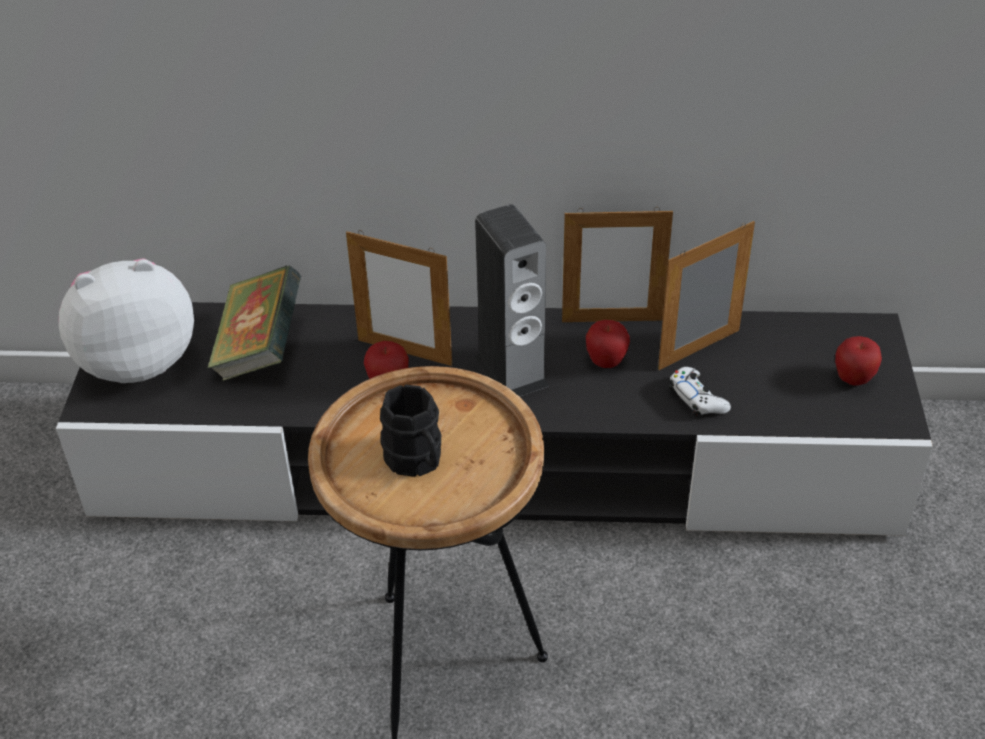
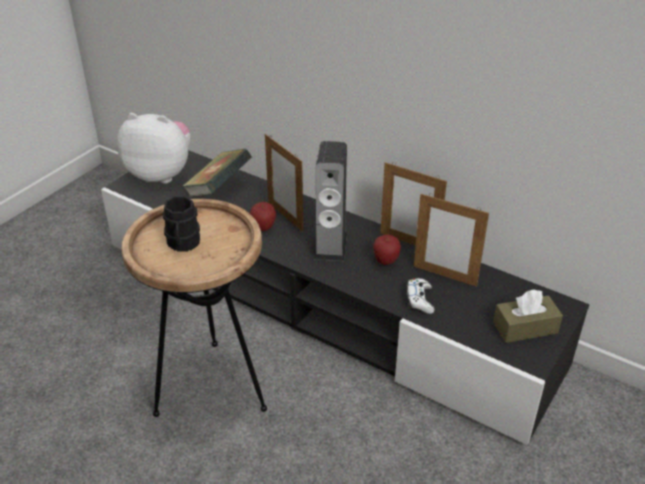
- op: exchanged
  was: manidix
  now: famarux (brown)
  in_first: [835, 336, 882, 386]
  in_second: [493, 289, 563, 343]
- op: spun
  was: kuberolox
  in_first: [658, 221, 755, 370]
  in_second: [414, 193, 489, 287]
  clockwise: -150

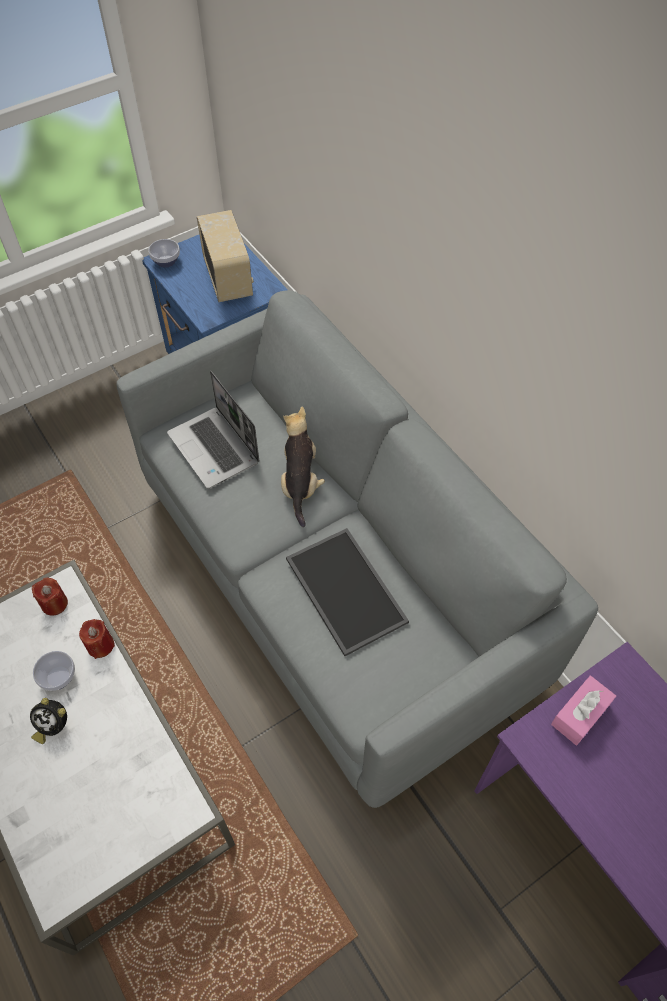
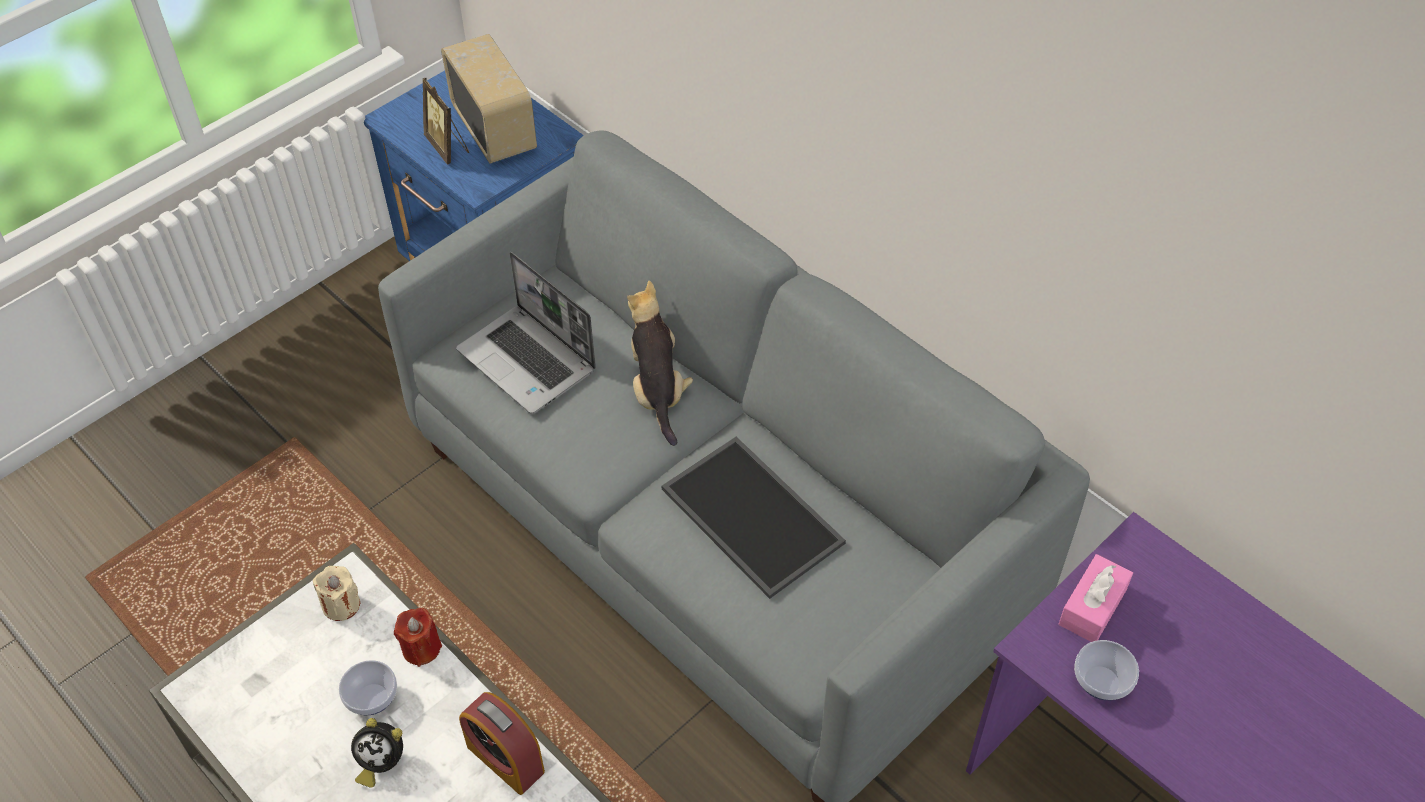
- op: appeared
  now: kuberolox
  in_second: [423, 78, 469, 165]
- op: appeared
  now: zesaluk
  in_second: [459, 692, 545, 795]
- op: relocated
  was: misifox
  in_first: [148, 239, 180, 267]
  in_second: [1074, 640, 1139, 700]
- op: colour
  was: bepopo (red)
  now: bepopo (beige)
  in_first: [32, 578, 68, 616]
  in_second: [313, 566, 360, 621]

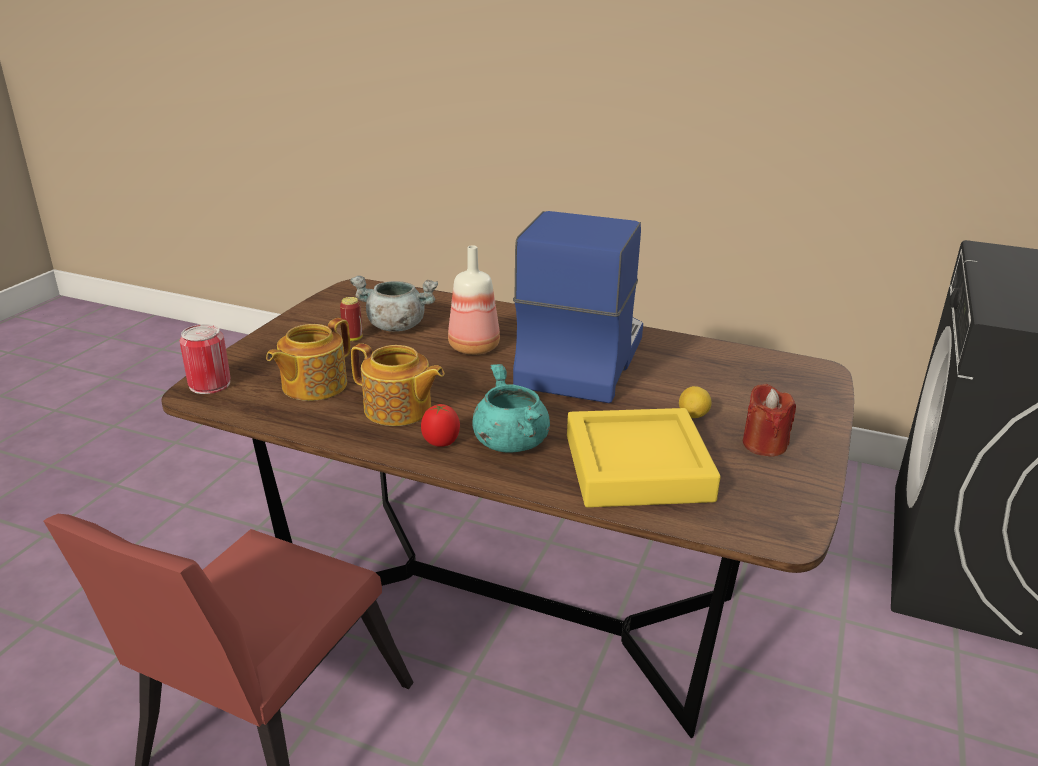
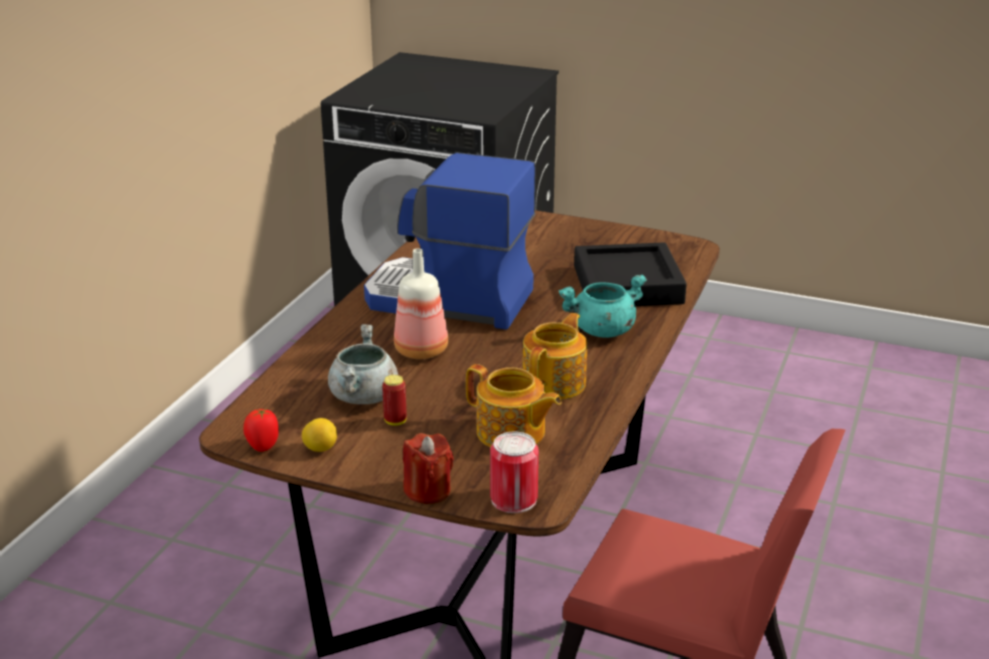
- op: relocated
  was: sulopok
  in_first: [421, 404, 460, 447]
  in_second: [244, 409, 279, 452]
- op: relocated
  was: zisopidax
  in_first: [679, 386, 712, 418]
  in_second: [302, 418, 337, 452]
- op: relocated
  was: bepopo (red)
  in_first: [743, 384, 796, 457]
  in_second: [403, 433, 454, 504]
- op: colour
  was: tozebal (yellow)
  now: tozebal (black)
  in_first: [567, 408, 721, 508]
  in_second: [574, 242, 687, 306]

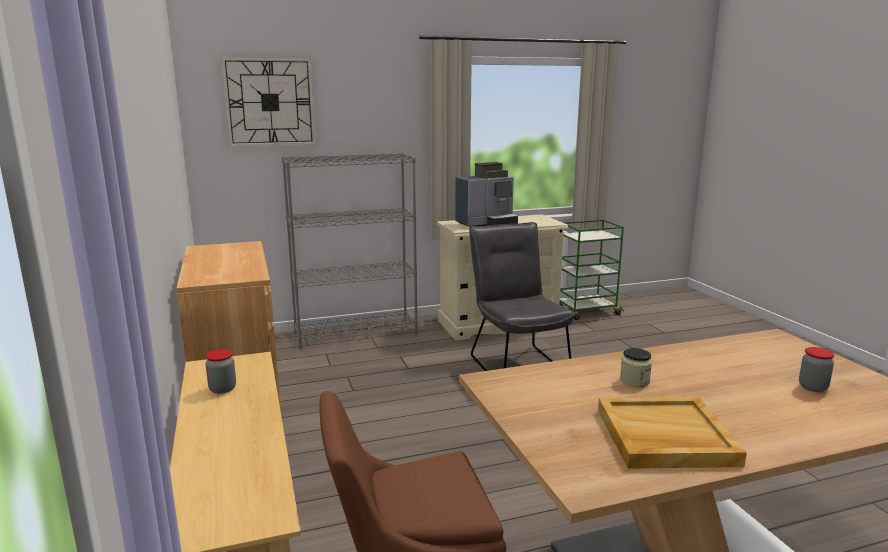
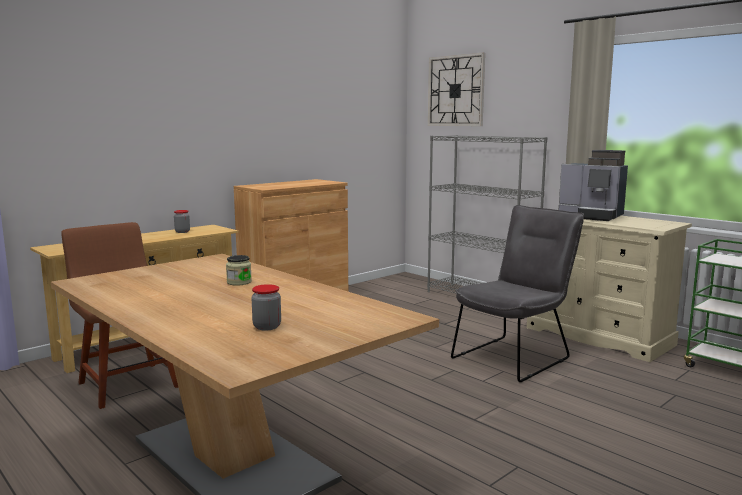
- op: missing
  was: tozebal (beige)
  in_first: [598, 397, 747, 469]

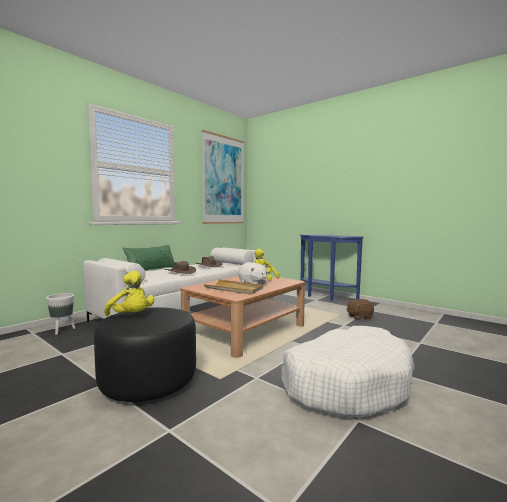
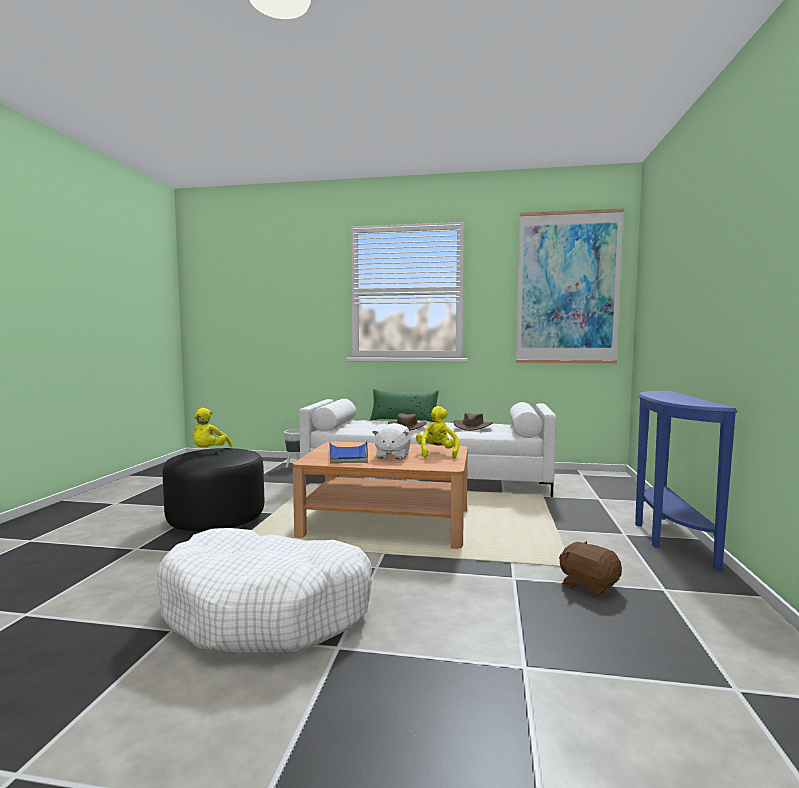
- op: colour
  was: tozebal (beige)
  now: tozebal (blue)
  in_first: [204, 279, 263, 295]
  in_second: [329, 441, 368, 464]

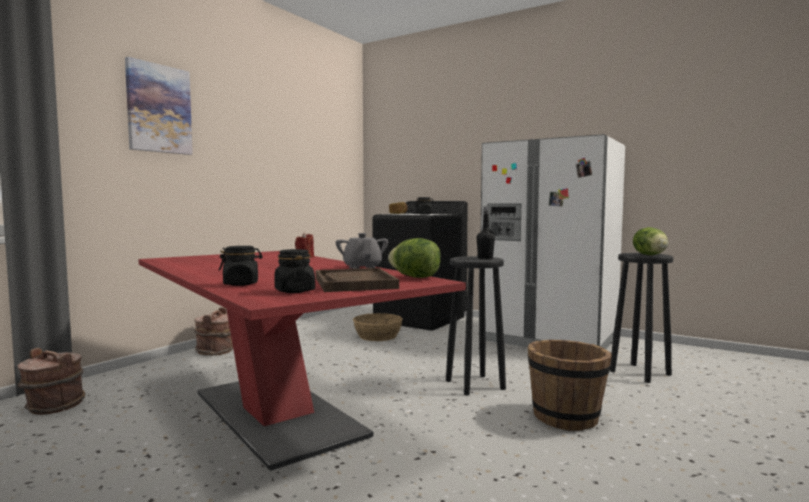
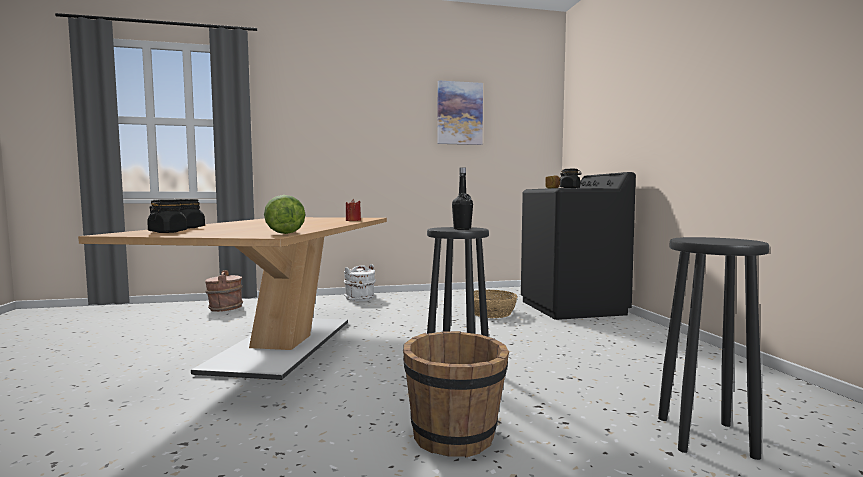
- op: missing
  was: tozebal (brown)
  in_first: [316, 268, 399, 292]
- op: missing
  was: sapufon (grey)
  in_first: [336, 233, 388, 269]
- op: missing
  was: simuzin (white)
  in_first: [481, 134, 625, 349]
- op: missing
  was: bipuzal
  in_first: [633, 227, 668, 255]
- op: relocated
  was: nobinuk
  in_first: [125, 57, 193, 155]
  in_second: [438, 80, 483, 145]
- op: colour
  was: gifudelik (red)
  now: gifudelik (beige)
  in_first: [138, 251, 466, 471]
  in_second: [78, 217, 387, 380]
- op: colour
  was: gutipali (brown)
  now: gutipali (white)
  in_first: [194, 307, 233, 356]
  in_second: [344, 264, 376, 301]

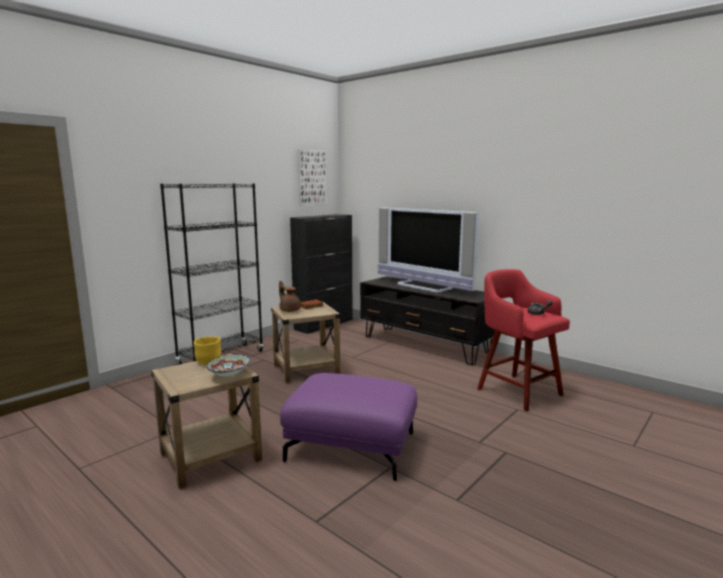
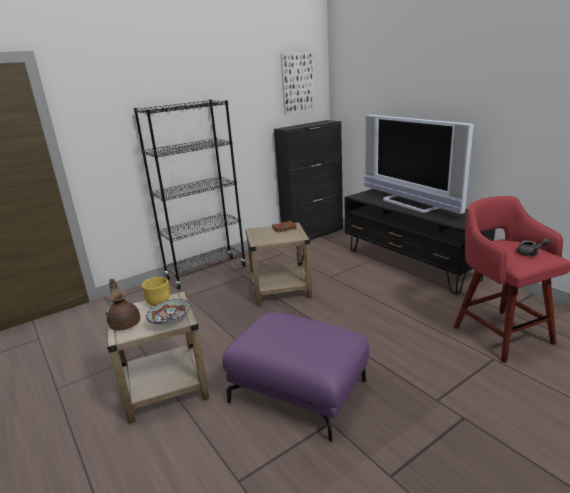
- op: relocated
  was: sapufon (brown)
  in_first: [279, 281, 301, 312]
  in_second: [107, 279, 140, 331]

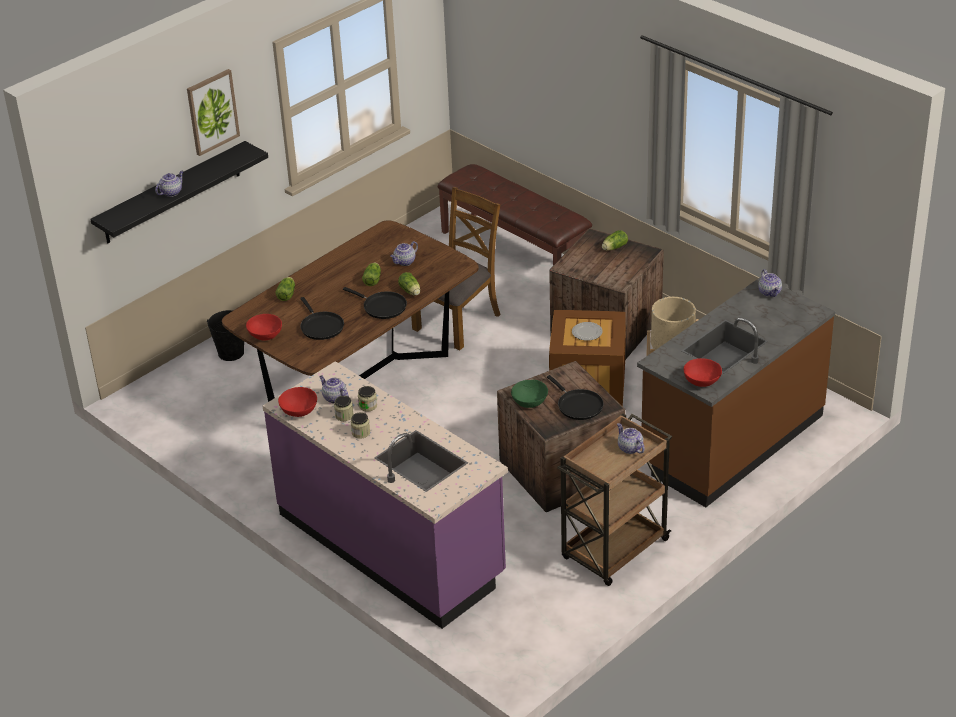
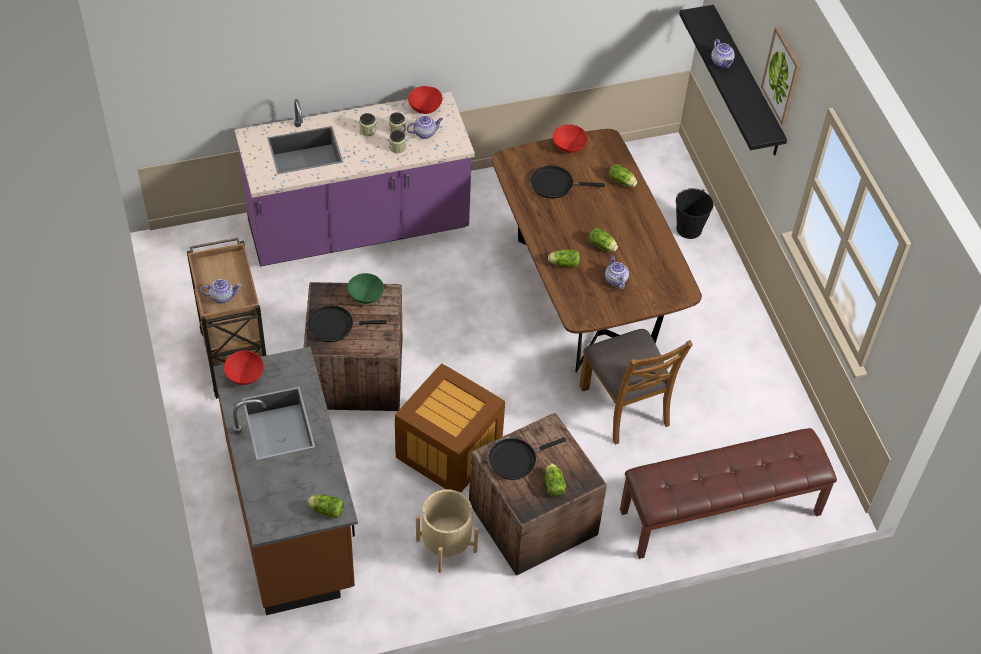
- op: missing
  was: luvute
  in_first: [572, 322, 603, 341]
- op: relocated
  was: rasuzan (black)
  in_first: [343, 287, 407, 319]
  in_second: [489, 437, 566, 480]
- op: exchanged
  was: sapufon
  now: bipuzal
  in_first: [758, 269, 782, 297]
  in_second: [307, 495, 344, 518]

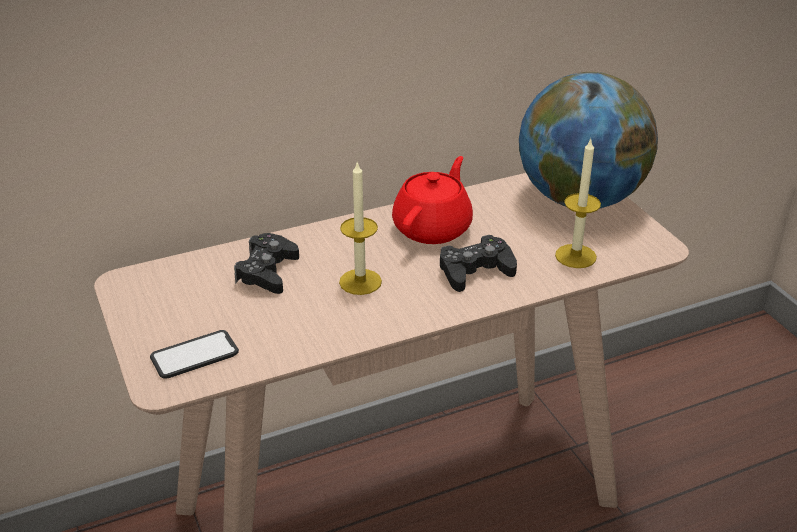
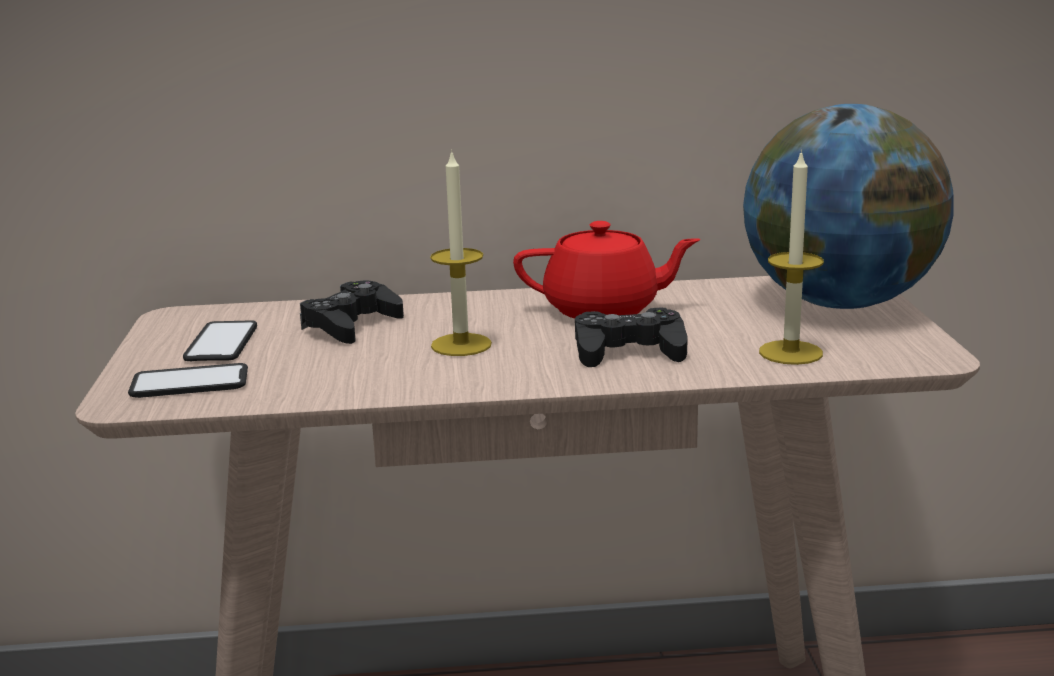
- op: appeared
  now: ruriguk
  in_second: [183, 320, 257, 361]
- op: spun
  was: sapufon (red)
  in_first: [392, 156, 473, 244]
  in_second: [513, 221, 701, 318]
  clockwise: 45

